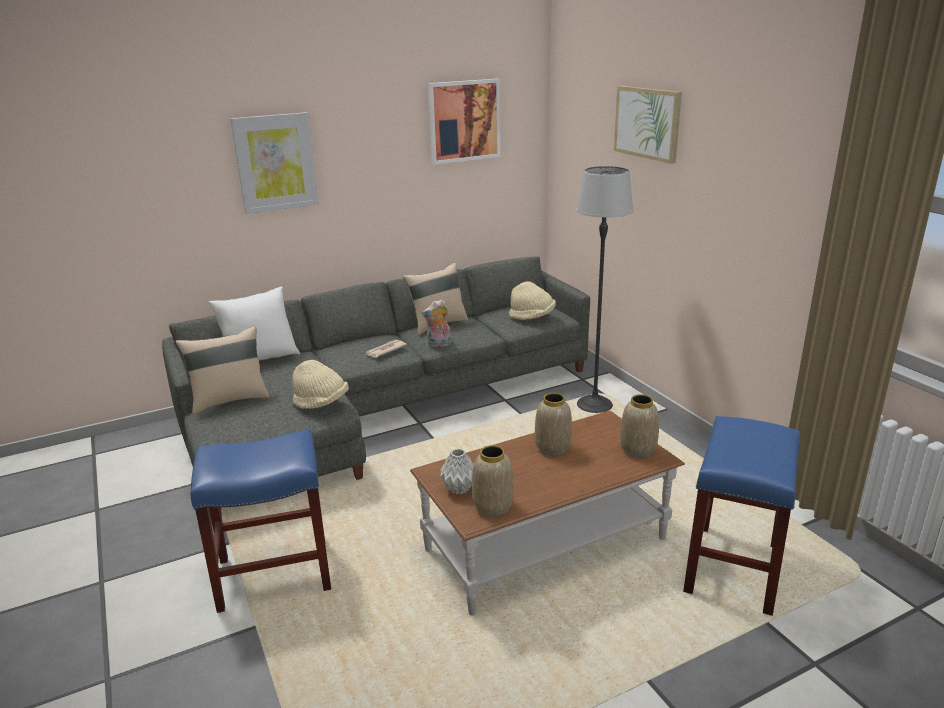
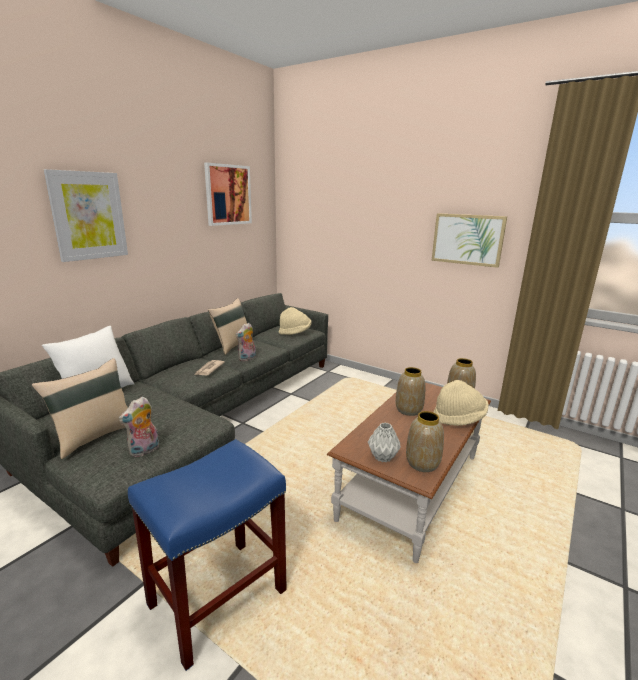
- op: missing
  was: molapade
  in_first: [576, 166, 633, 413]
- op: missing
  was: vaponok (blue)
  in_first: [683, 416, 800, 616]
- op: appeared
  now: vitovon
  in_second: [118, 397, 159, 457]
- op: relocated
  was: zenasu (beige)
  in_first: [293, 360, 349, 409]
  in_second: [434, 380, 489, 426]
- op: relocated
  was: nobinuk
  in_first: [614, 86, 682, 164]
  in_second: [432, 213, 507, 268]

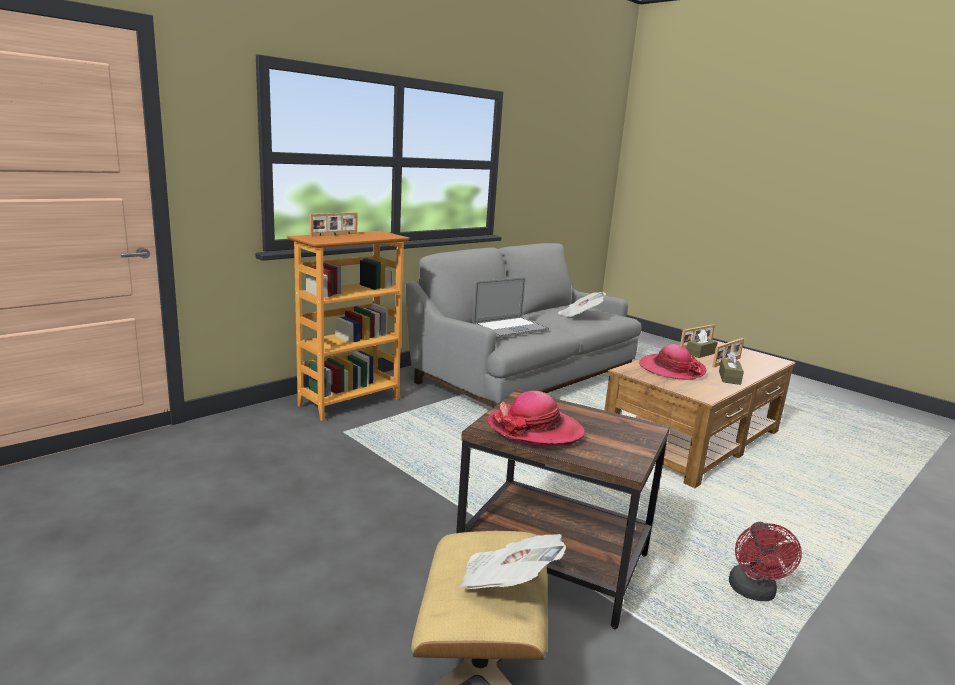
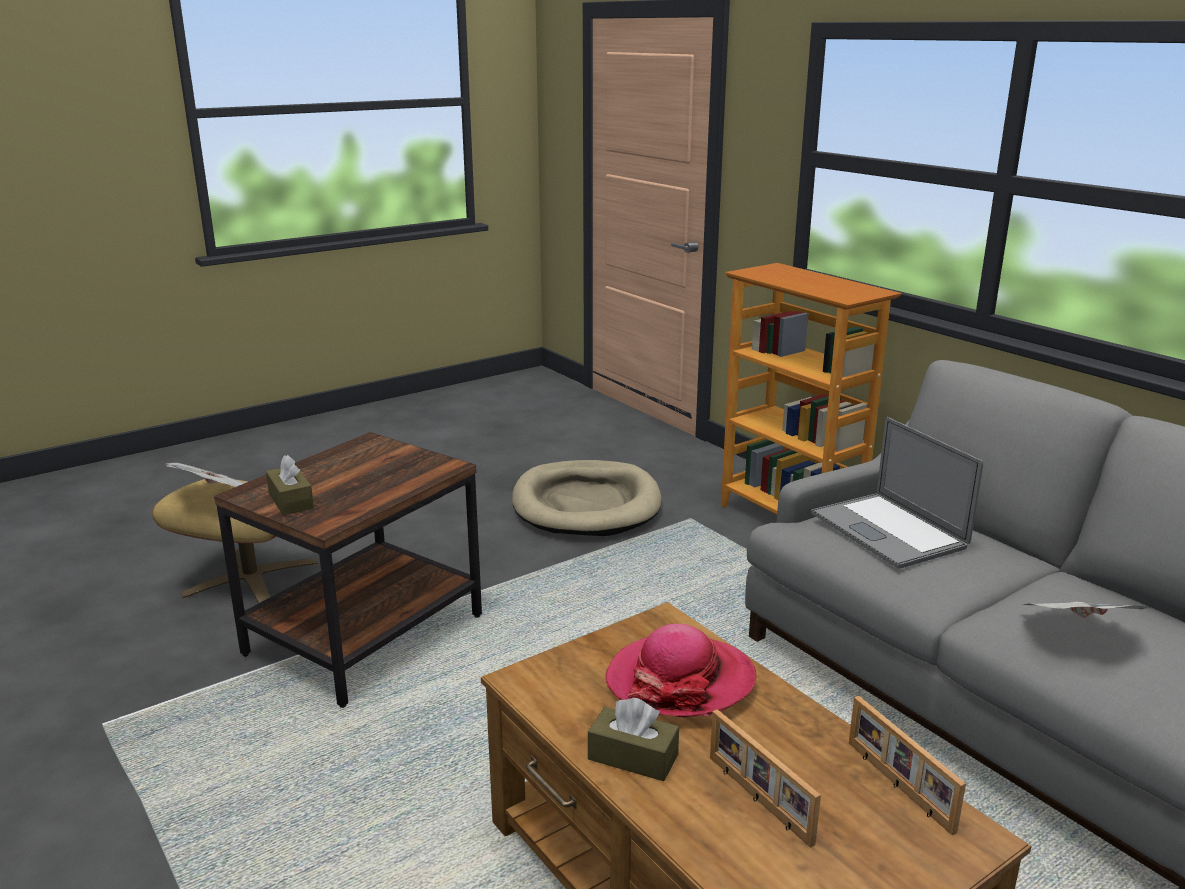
- op: missing
  was: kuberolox
  in_first: [310, 212, 357, 237]
- op: missing
  was: zenasu
  in_first: [487, 391, 585, 446]
- op: missing
  was: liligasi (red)
  in_first: [729, 522, 802, 601]
- op: appeared
  now: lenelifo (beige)
  in_second: [512, 460, 662, 536]
- op: relocated
  was: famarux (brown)
  in_first: [687, 329, 718, 358]
  in_second: [266, 455, 314, 515]

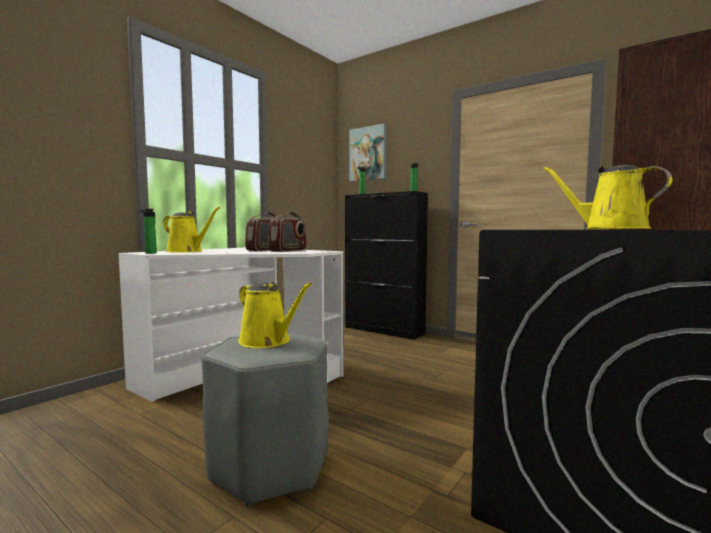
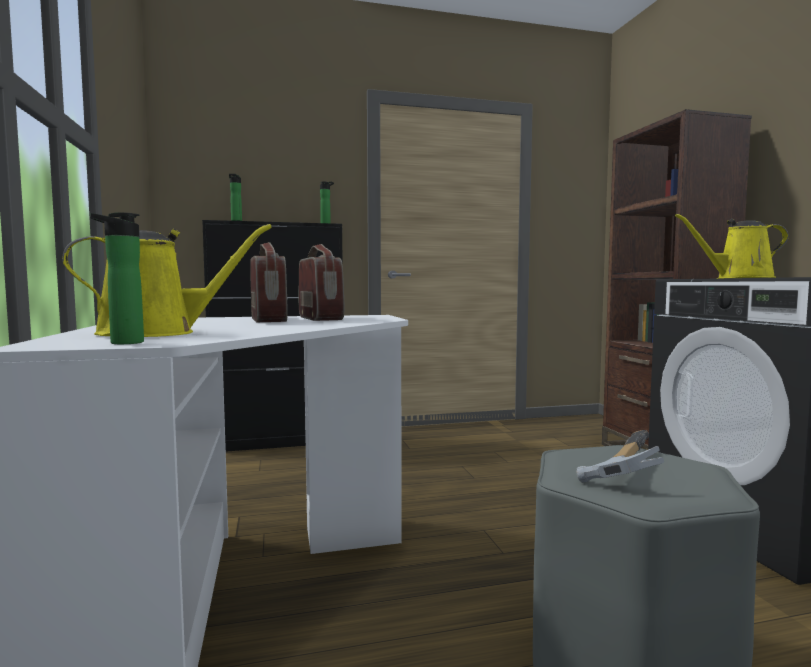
- op: missing
  was: nobinuk
  in_first: [349, 124, 386, 182]
- op: exchanged
  was: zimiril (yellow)
  now: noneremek
  in_first: [238, 282, 312, 348]
  in_second: [576, 430, 664, 483]

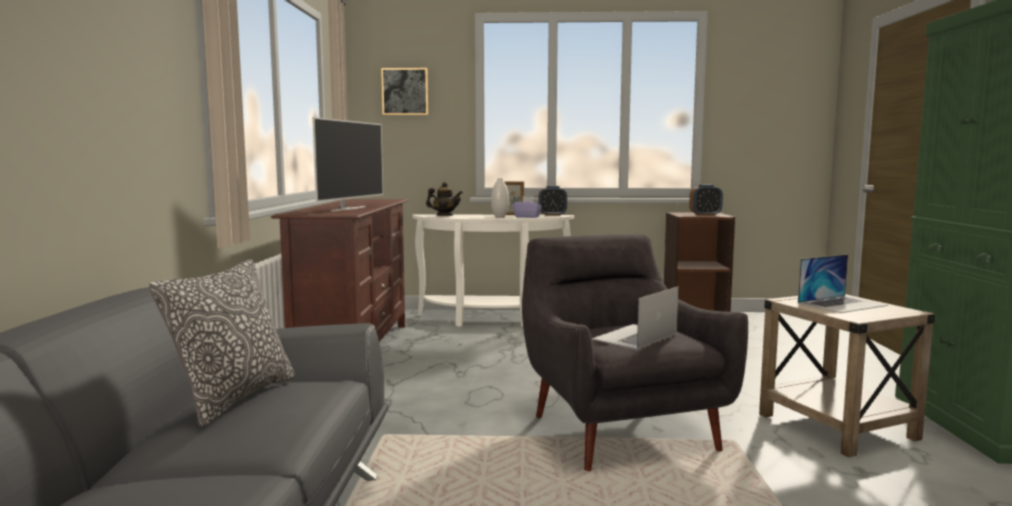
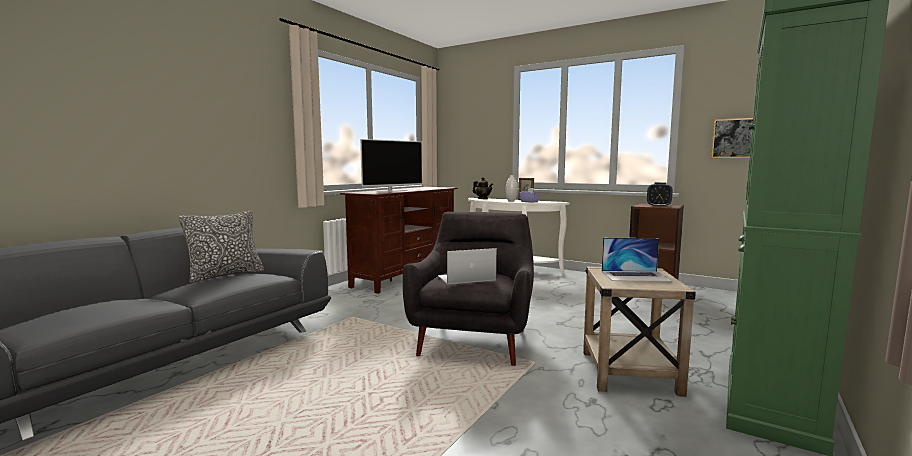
- op: missing
  was: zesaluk
  in_first: [539, 186, 567, 216]
- op: relocated
  was: nobinuk
  in_first: [381, 68, 428, 115]
  in_second: [711, 118, 753, 158]

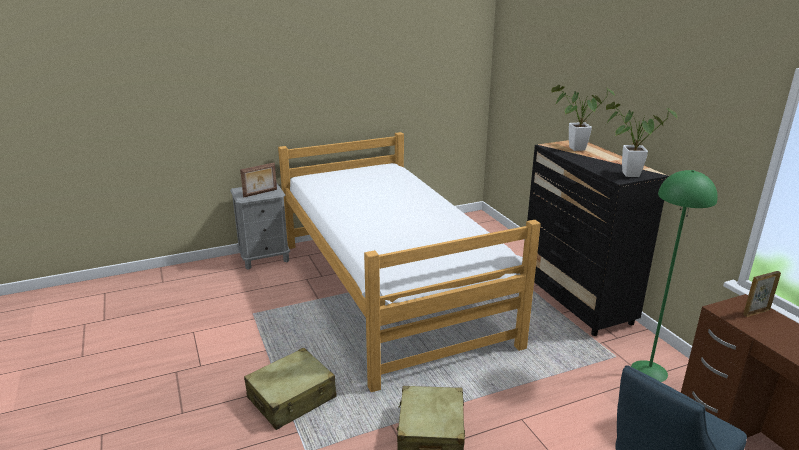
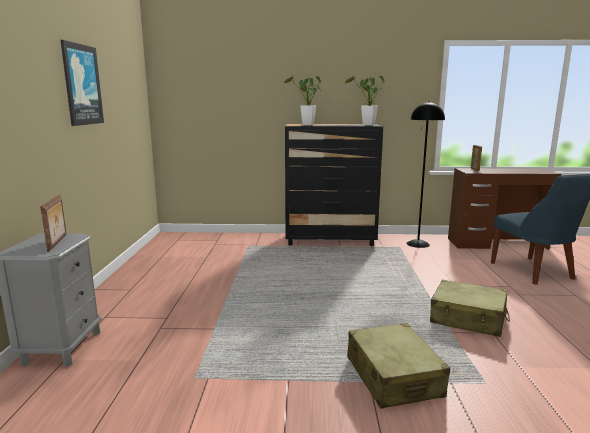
- op: missing
  was: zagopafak
  in_first: [278, 132, 541, 392]
- op: appeared
  now: nobinuk
  in_second: [61, 40, 104, 126]
- op: colour
  was: molapade (green)
  now: molapade (black)
  in_first: [631, 170, 718, 382]
  in_second: [406, 102, 445, 248]

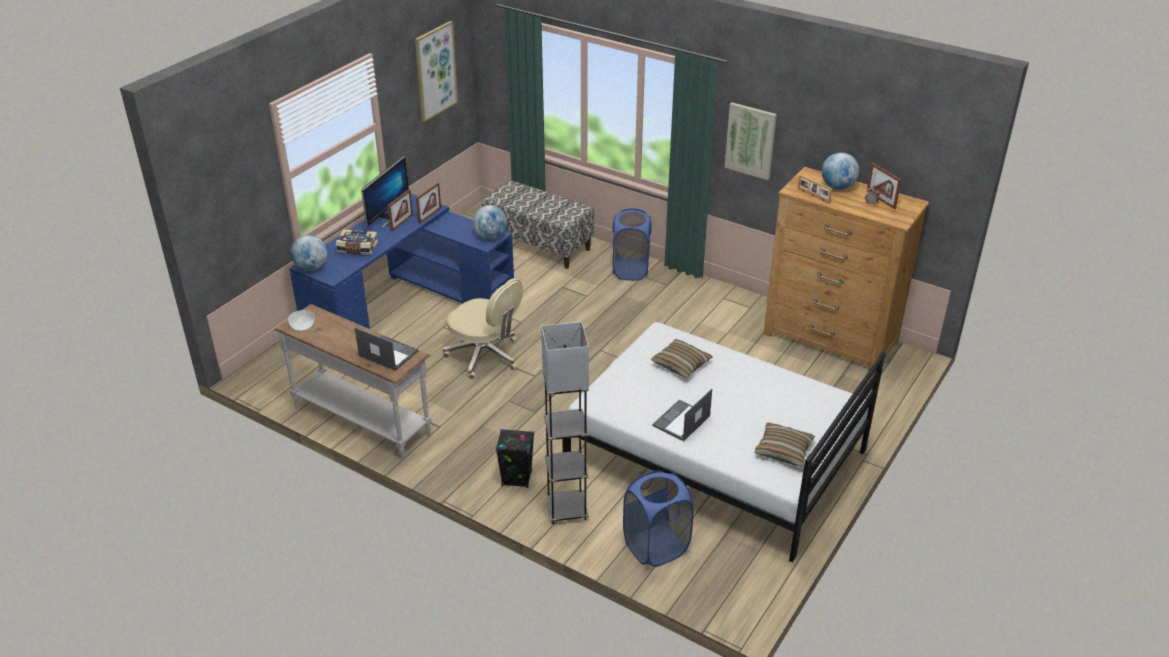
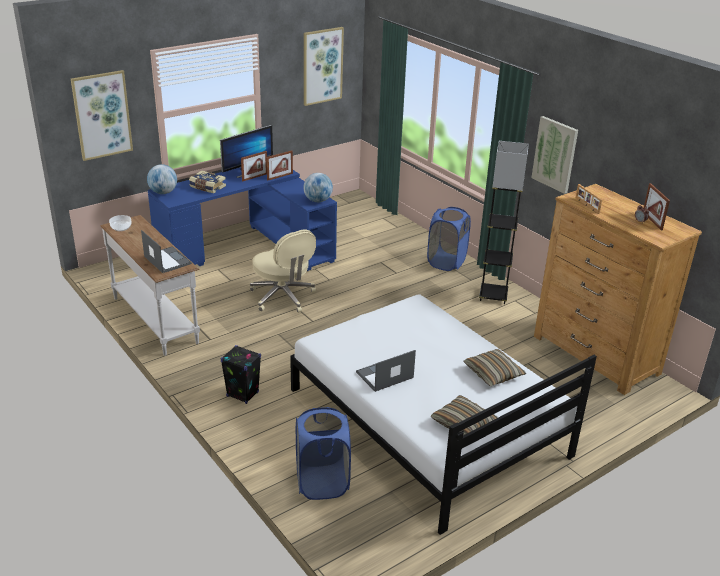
- op: missing
  was: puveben
  in_first: [482, 180, 594, 269]
- op: missing
  was: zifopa
  in_first: [822, 152, 859, 190]
- op: appeared
  now: nobinuk
  in_second: [71, 70, 133, 161]
- op: relocated
  was: molapade (grey)
  in_first: [541, 322, 589, 524]
  in_second: [479, 141, 529, 304]
- op: relocated
  was: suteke
  in_first: [651, 339, 712, 378]
  in_second: [463, 349, 526, 387]

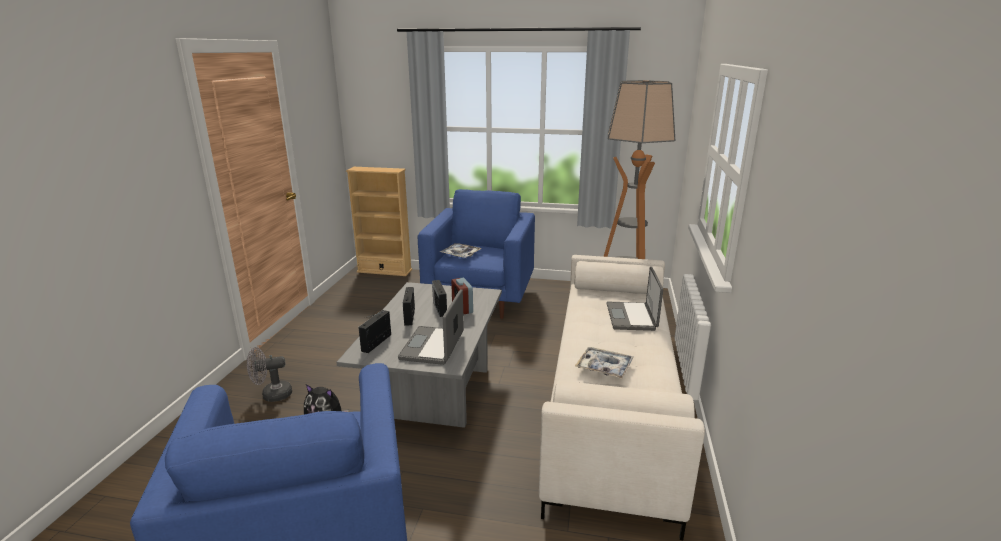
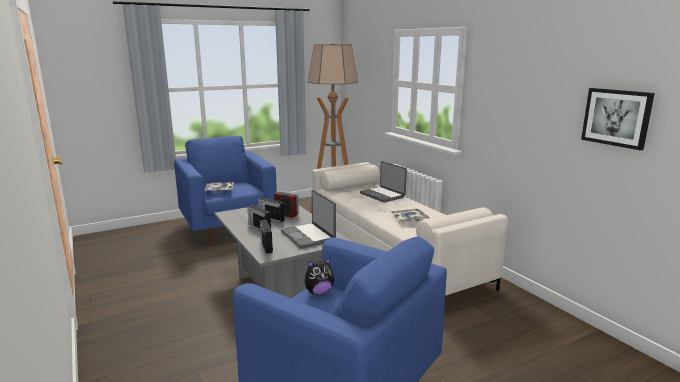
- op: missing
  was: liligasi (grey)
  in_first: [247, 347, 292, 402]
- op: missing
  was: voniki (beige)
  in_first: [346, 167, 412, 276]
- op: appeared
  now: nobinuk
  in_second: [581, 88, 655, 151]

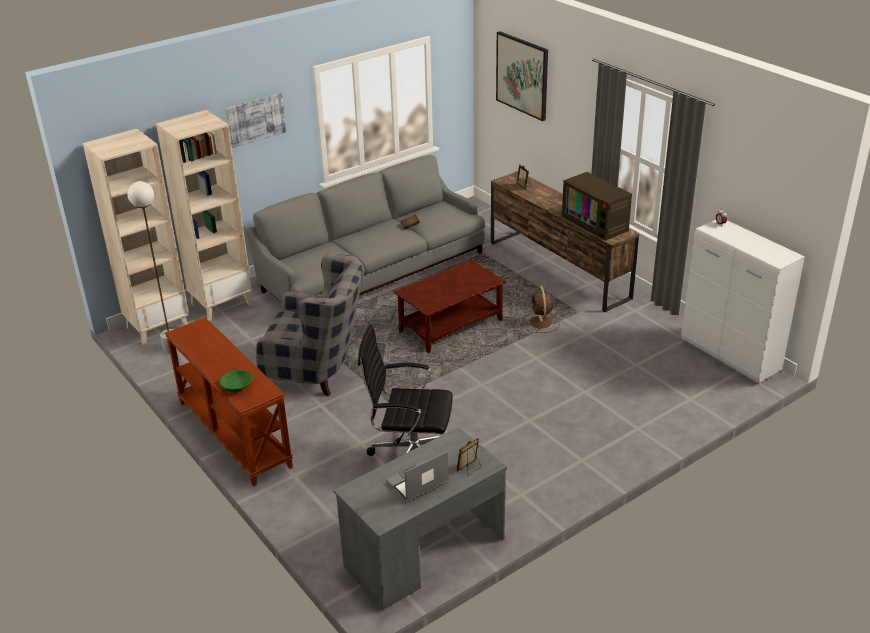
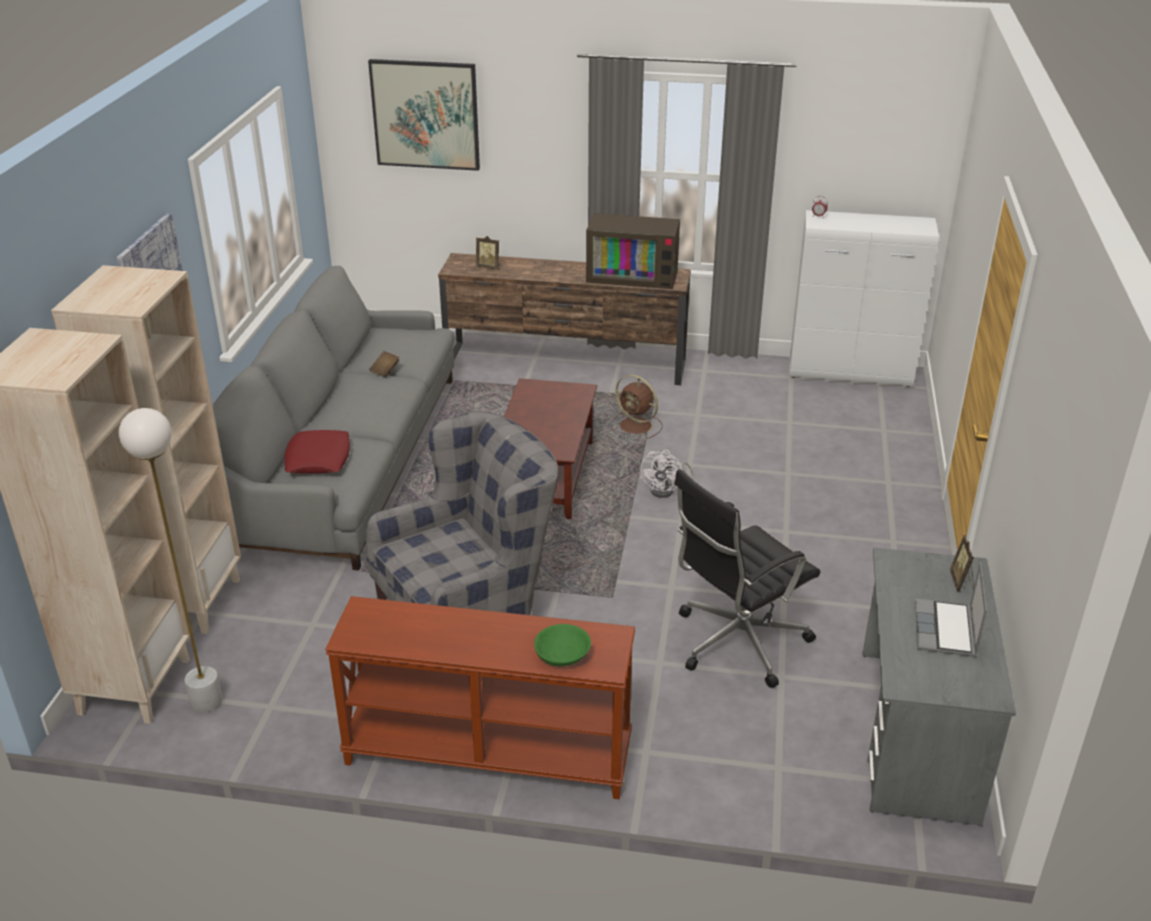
- op: appeared
  now: suteke (red)
  in_second: [284, 430, 350, 473]
- op: appeared
  now: liligasi (white)
  in_second: [640, 450, 693, 498]

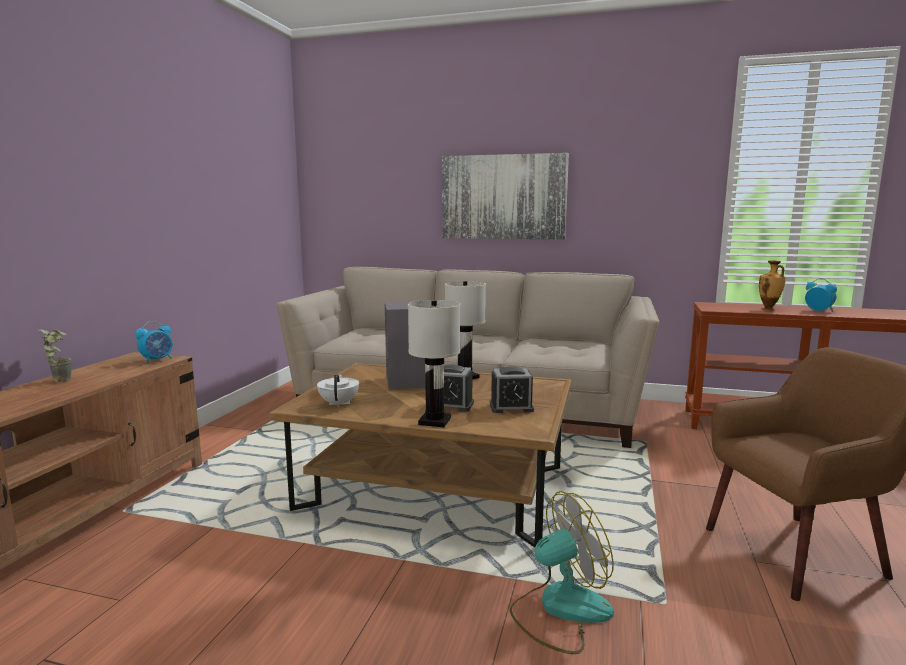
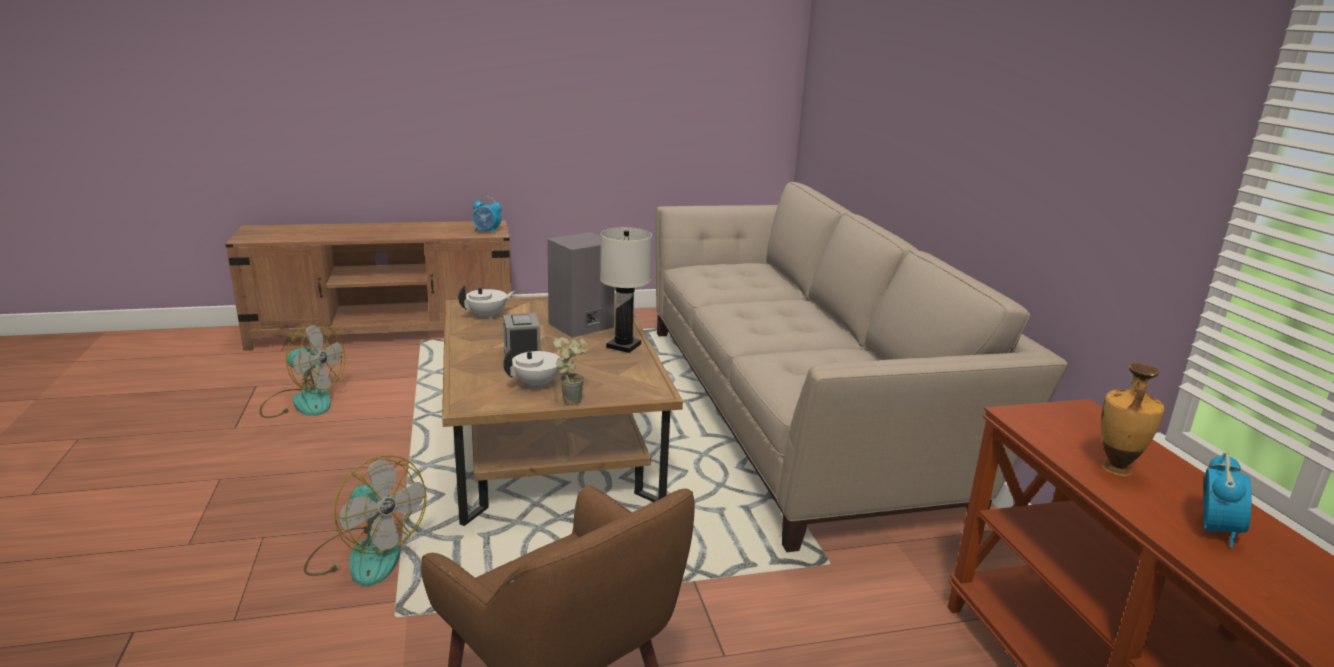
- op: missing
  was: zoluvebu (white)
  in_first: [408, 300, 460, 427]
- op: missing
  was: nobinuk
  in_first: [442, 153, 569, 240]
- op: appeared
  now: liligasi
  in_second: [260, 322, 345, 418]
- op: relocated
  was: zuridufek
  in_first: [38, 328, 72, 382]
  in_second: [553, 337, 588, 405]
- op: exchanged
  was: zesaluk
  now: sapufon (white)
  in_first: [490, 366, 534, 413]
  in_second: [503, 349, 564, 389]

